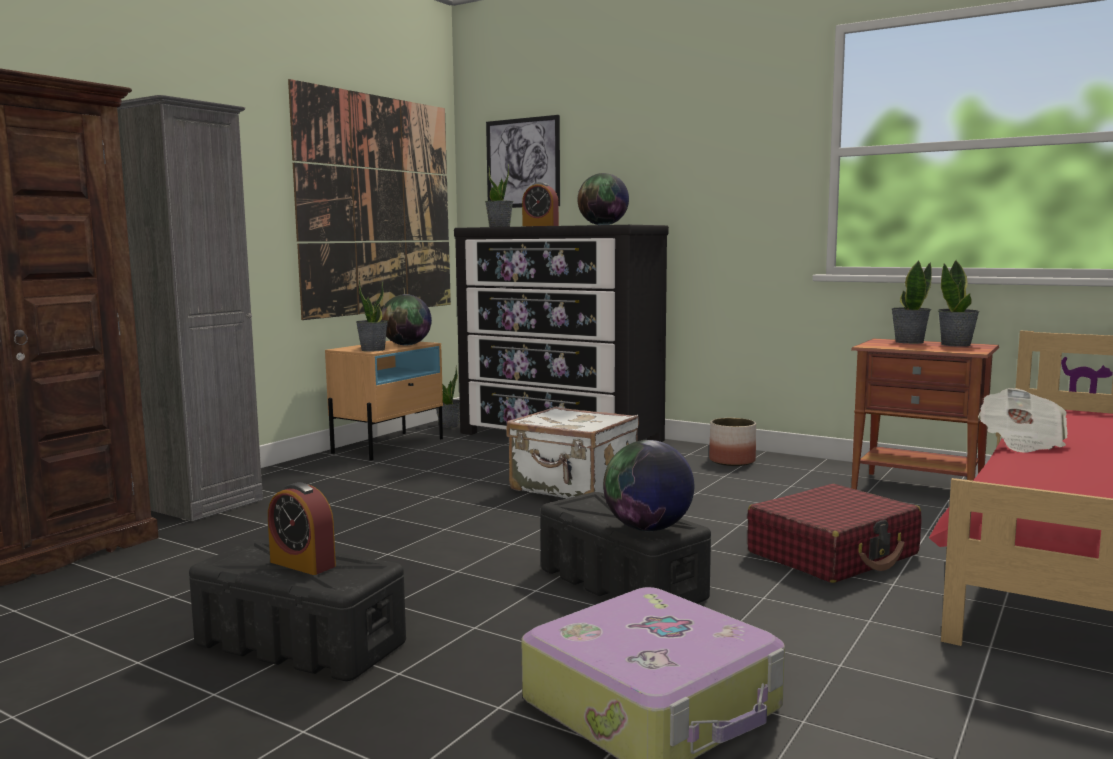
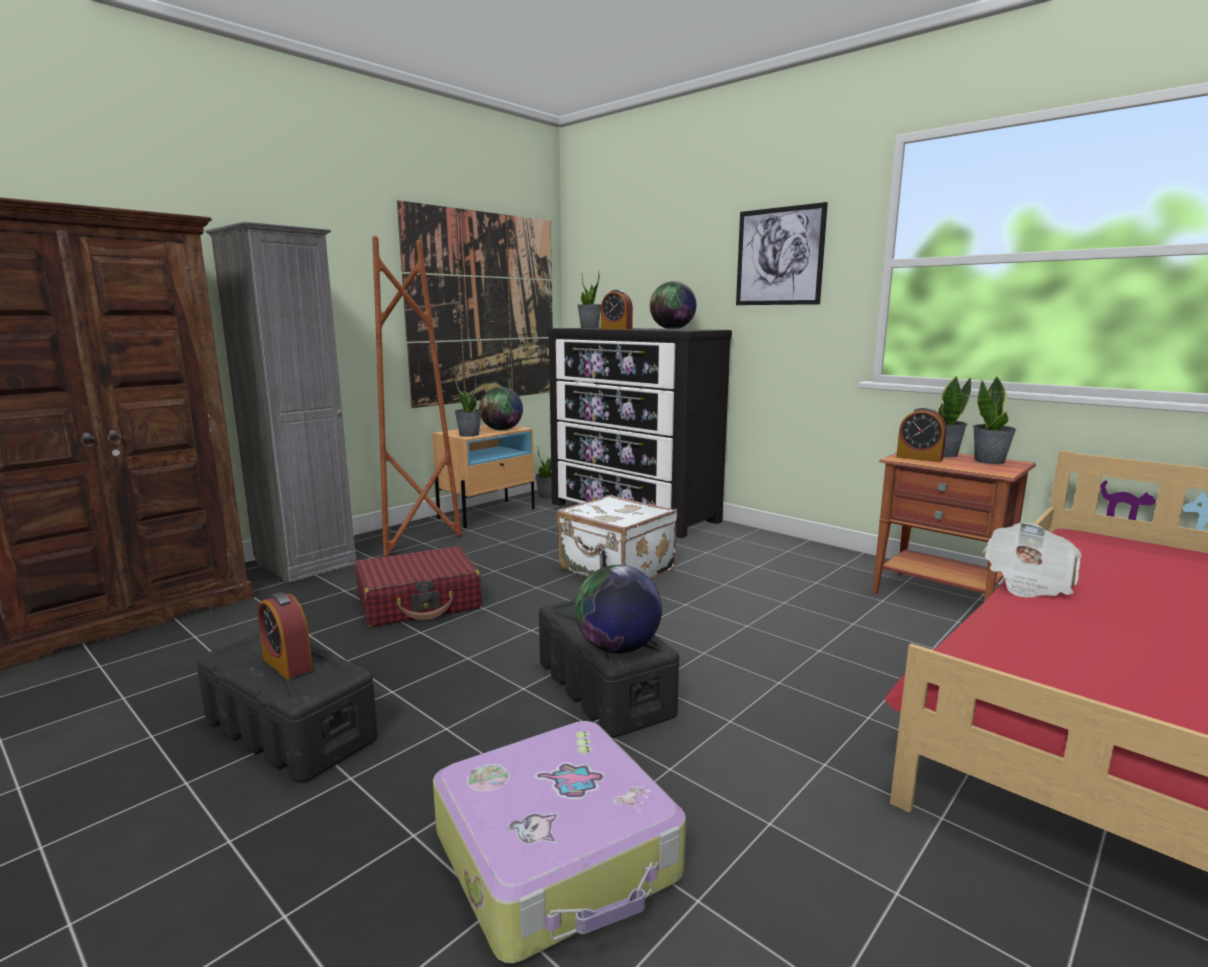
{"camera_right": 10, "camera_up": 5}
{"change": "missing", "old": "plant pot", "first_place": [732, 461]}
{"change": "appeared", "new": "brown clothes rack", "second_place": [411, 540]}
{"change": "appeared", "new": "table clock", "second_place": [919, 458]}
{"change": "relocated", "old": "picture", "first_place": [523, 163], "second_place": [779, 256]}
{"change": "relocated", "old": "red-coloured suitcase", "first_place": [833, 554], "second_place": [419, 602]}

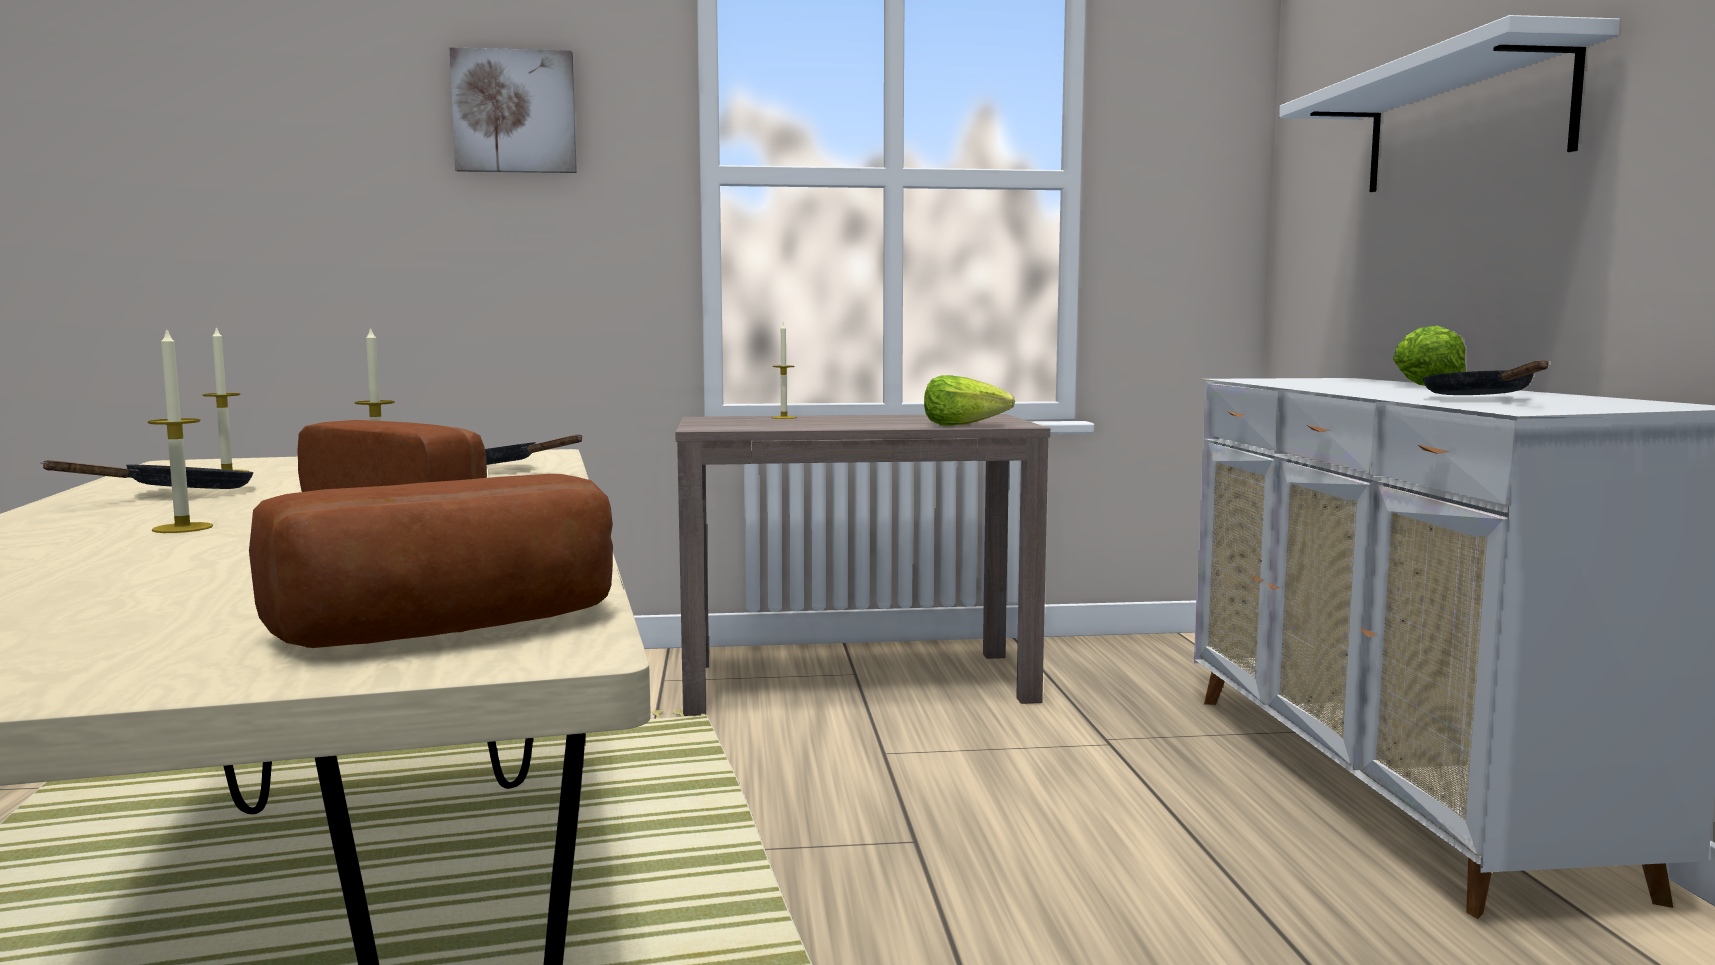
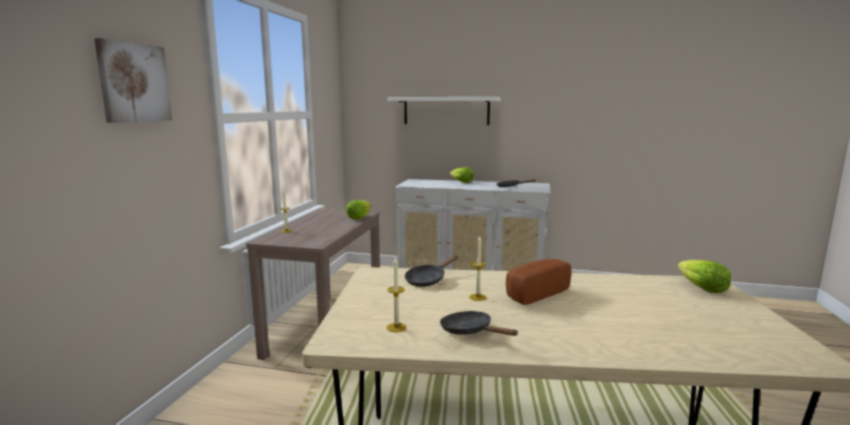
{"camera_right": -70, "camera_up": 5}
{"change": "missing", "old": "candle", "first_place": [182, 528]}
{"change": "exchanged", "old": "bread", "new": "lettuce head", "first_place": [455, 629], "second_place": [701, 288]}

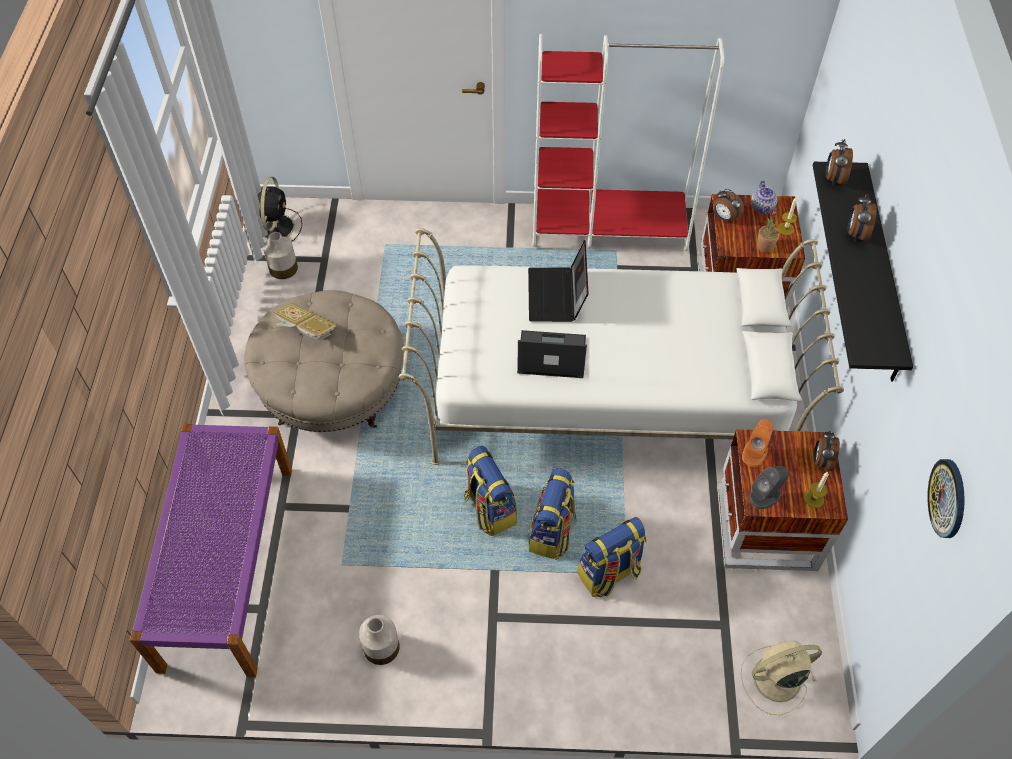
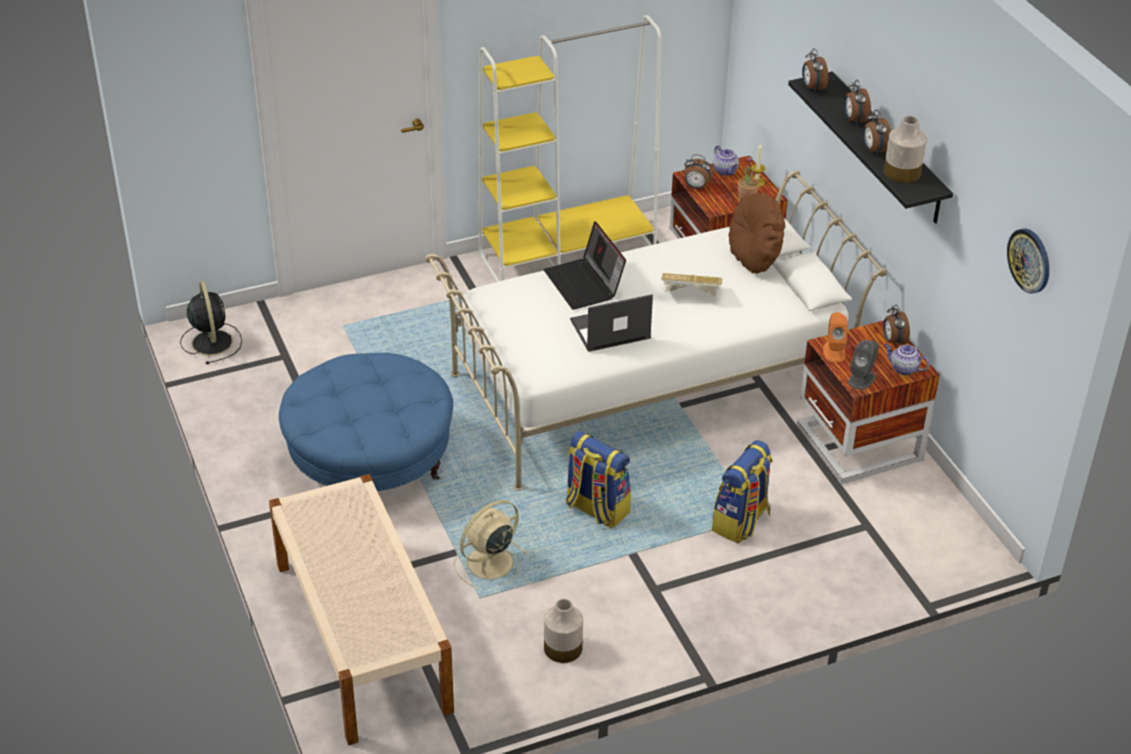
{"camera_right": -25, "camera_up": -15}
{"change": "missing", "old": "knapsack", "first_place": [552, 533]}
{"change": "appeared", "new": "brown pillow", "second_place": [754, 260]}
{"change": "appeared", "new": "table clock", "second_place": [874, 150]}
{"change": "relocated", "old": "beige-coloured decorative vase", "first_place": [283, 268], "second_place": [901, 172]}
{"change": "relocated", "old": "book", "first_place": [306, 331], "second_place": [690, 294]}
{"change": "relocated", "old": "beige-coloured fan", "first_place": [774, 679], "second_place": [488, 564]}
{"change": "exchanged", "old": "candle", "new": "pot for tea", "first_place": [814, 498], "second_place": [903, 369]}
{"change": "colour", "old": "purplish long seat", "new": "beige-coloured long seat", "first_place": [227, 565], "second_place": [360, 636]}
{"change": "colour", "old": "beige-coloured pouffe", "new": "blue pouffe", "first_place": [333, 387], "second_place": [370, 460]}
{"change": "colour", "old": "red-coloured clothes rack", "new": "yellow-coloured clothes rack", "first_place": [609, 231], "second_place": [568, 254]}

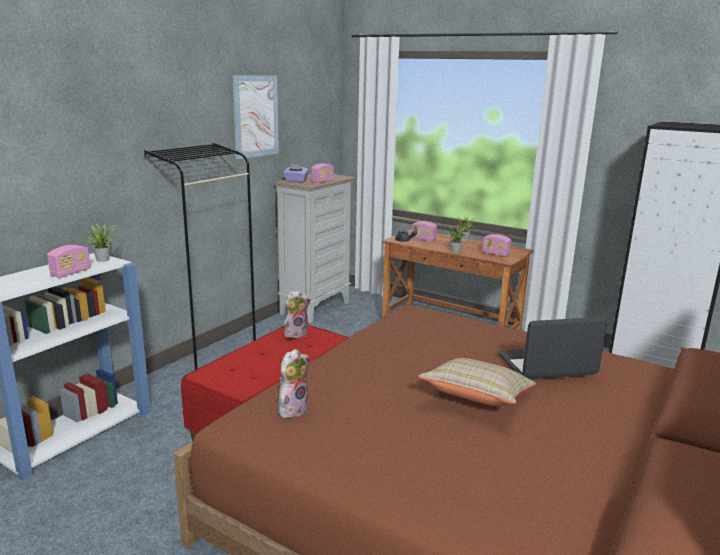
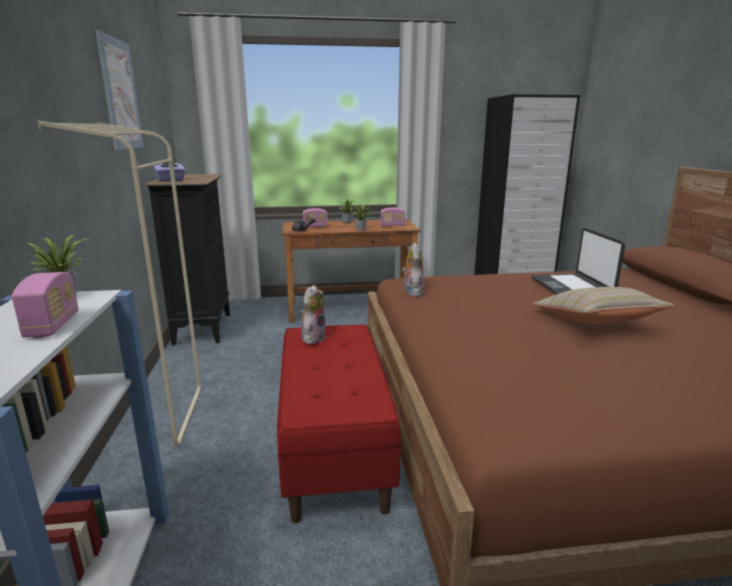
{"camera_right": -40, "camera_up": 0}
{"change": "missing", "old": "radio set", "first_place": [322, 182]}
{"change": "relocated", "old": "soft toy", "first_place": [292, 409], "second_place": [412, 292]}
{"change": "colour", "old": "blackish clothes rack", "new": "beige-coloured clothes rack", "first_place": [212, 359], "second_place": [160, 416]}
{"change": "colour", "old": "white chest of drawers", "new": "blackish chest of drawers", "first_place": [317, 308], "second_place": [204, 328]}
{"change": "spun", "old": "laptop", "first_place": [547, 366], "second_place": [572, 287], "degrees": -45}

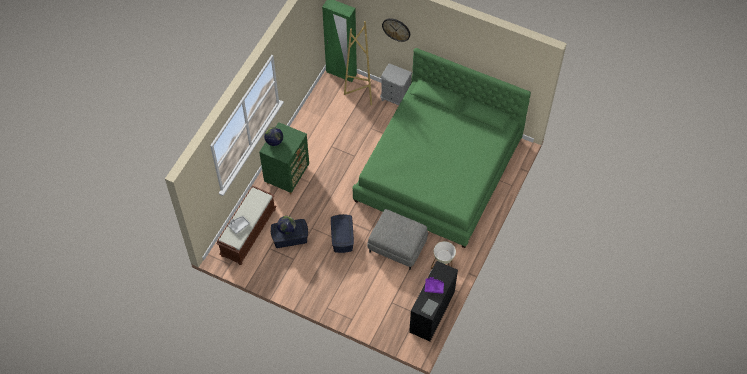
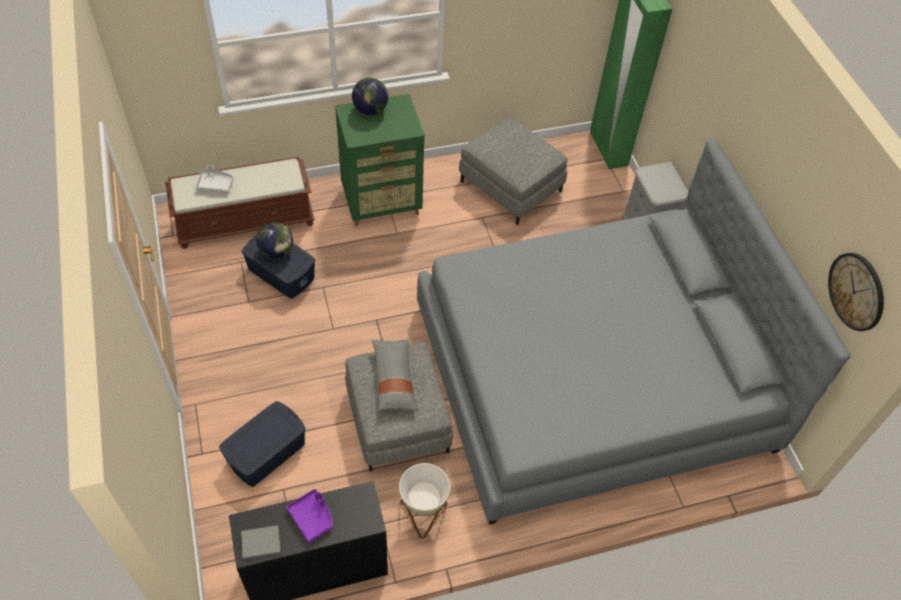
{"camera_right": 45, "camera_up": -5}
{"change": "missing", "old": "yellow-coloured clothes rack", "first_place": [361, 93]}
{"change": "appeared", "new": "gray pillow", "second_place": [394, 379]}
{"change": "appeared", "new": "gray pouffe", "second_place": [511, 186]}
{"change": "relocated", "old": "blue storage container", "first_place": [342, 238], "second_place": [266, 452]}
{"change": "relocated", "old": "hanging clock", "first_place": [396, 29], "second_place": [856, 291]}
{"change": "colour", "old": "green bed", "new": "gray bed", "first_place": [438, 169], "second_place": [591, 376]}

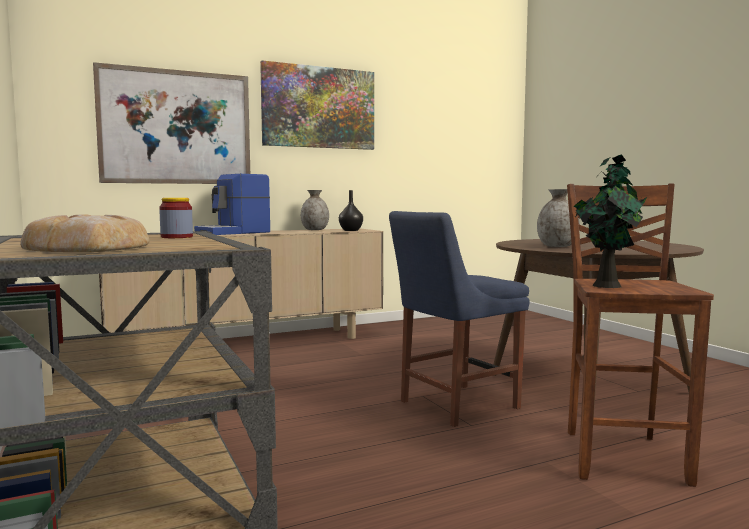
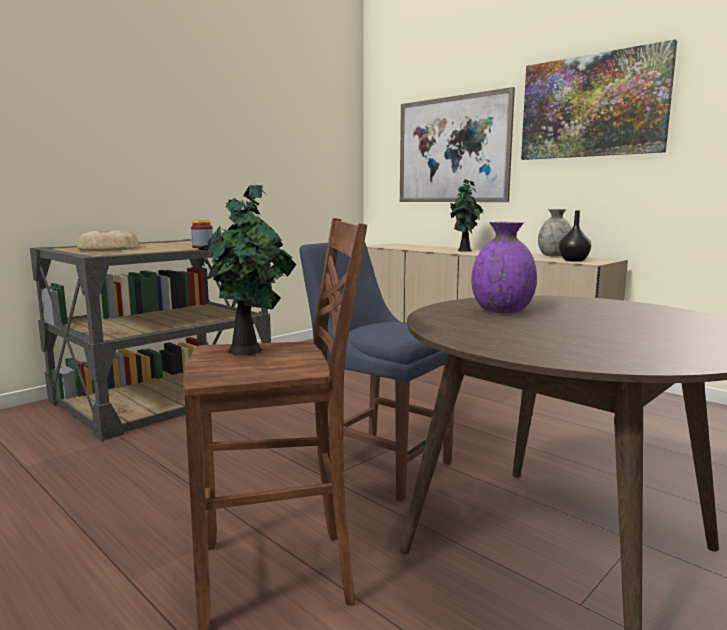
{"camera_right": 70, "camera_up": 5}
{"change": "exchanged", "old": "coffee maker", "new": "potted plant", "first_place": [234, 232], "second_place": [465, 251]}
{"change": "colour", "old": "gray decorative vase", "new": "purplish decorative vase", "first_place": [557, 246], "second_place": [501, 311]}

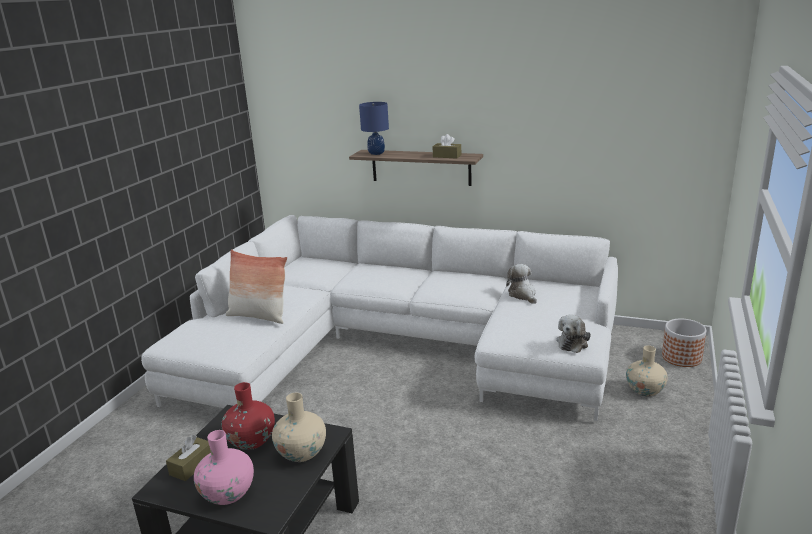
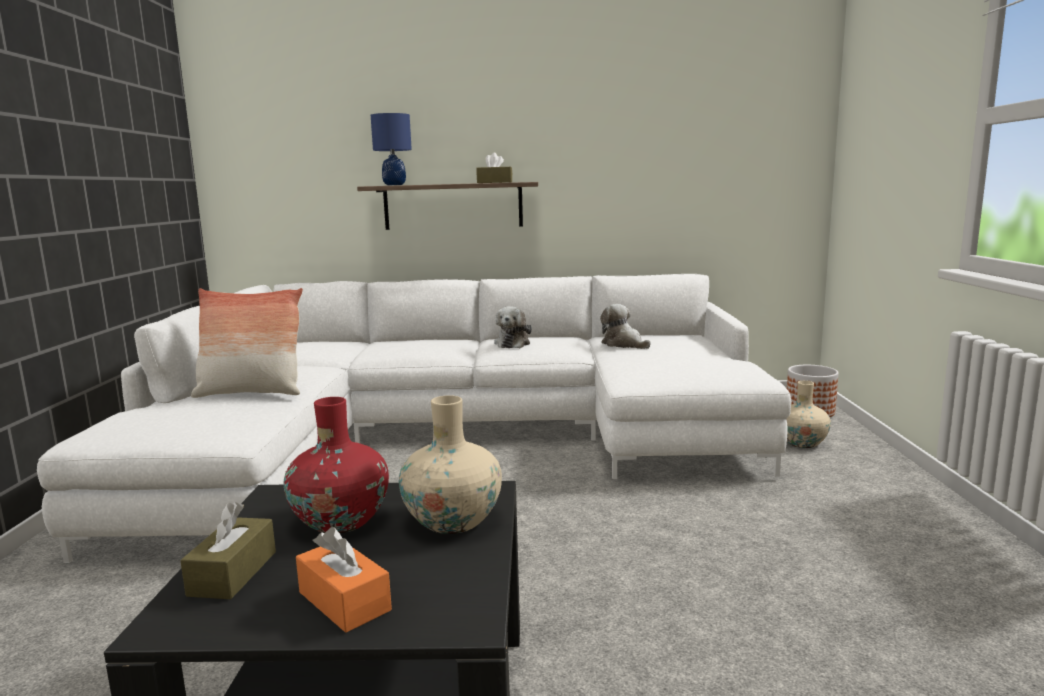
{"camera_right": -20, "camera_up": -10}
{"change": "relocated", "old": "soft toy", "first_place": [573, 342], "second_place": [513, 343]}
{"change": "exchanged", "old": "pink decorative vase", "new": "orangey box of tissues", "first_place": [228, 494], "second_place": [344, 601]}

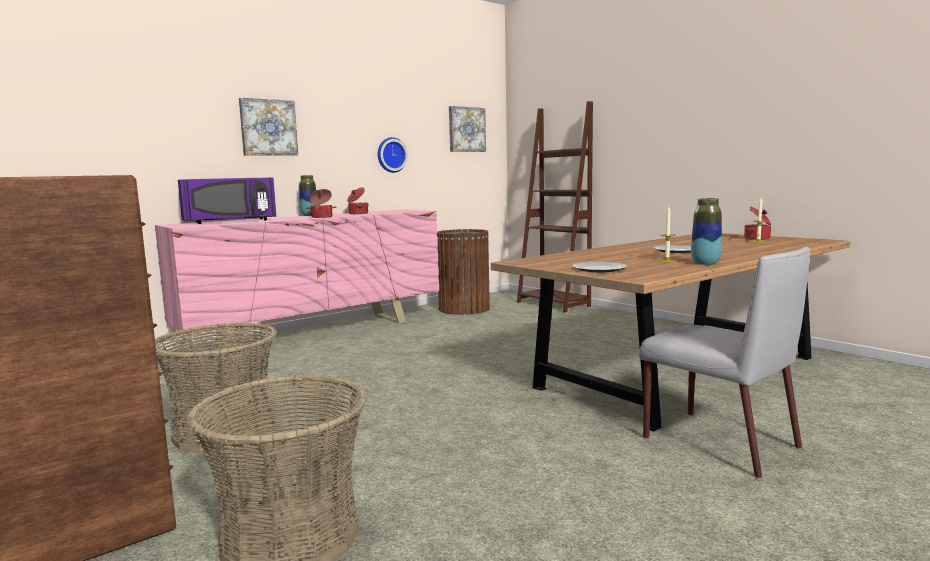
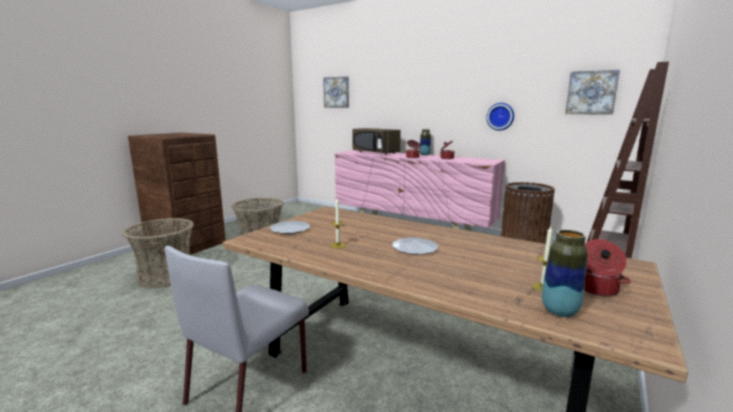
{"camera_right": 70, "camera_up": 5}
{"change": "relocated", "old": "picture", "first_place": [268, 127], "second_place": [336, 92]}
{"change": "relocated", "old": "decorative vase", "first_place": [705, 263], "second_place": [559, 311]}
{"change": "colour", "old": "purplish microwave", "new": "brown microwave", "first_place": [230, 221], "second_place": [374, 152]}

